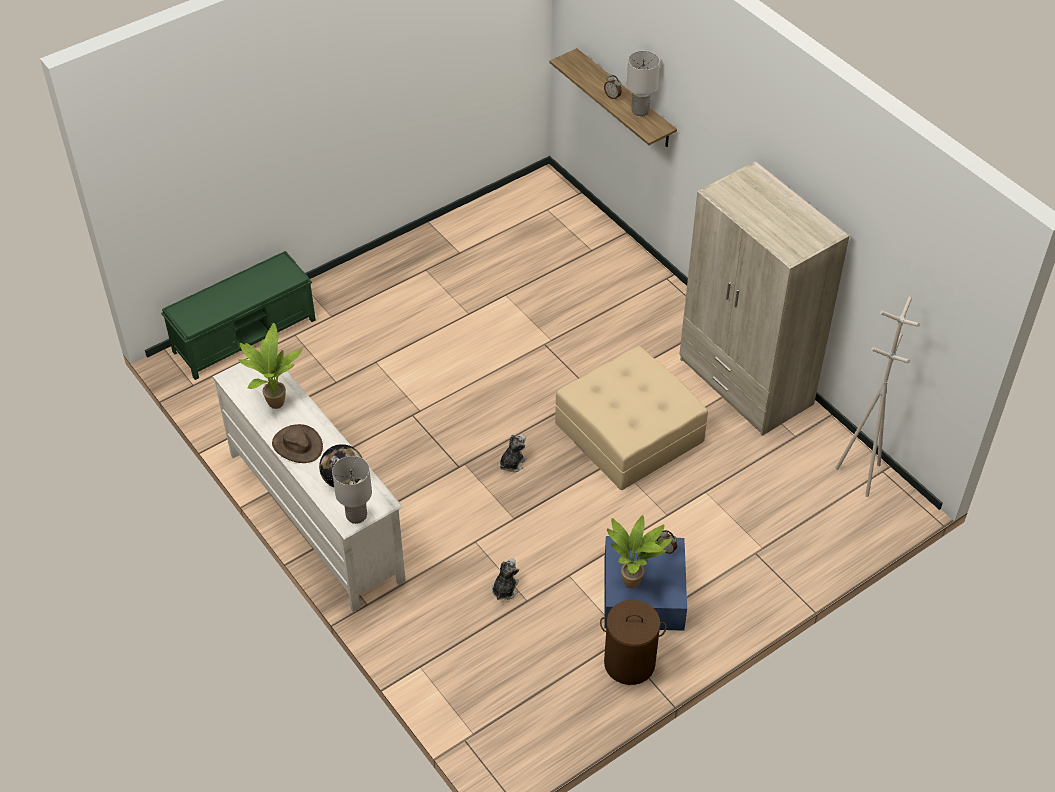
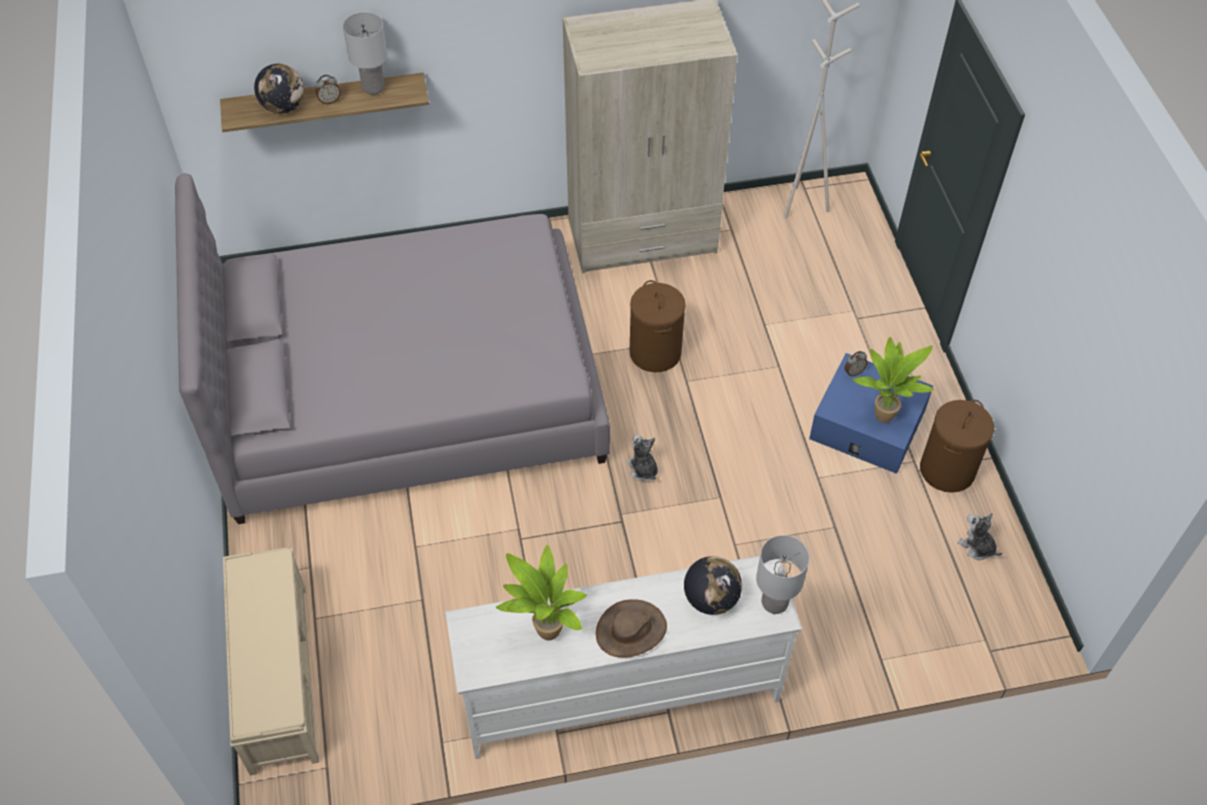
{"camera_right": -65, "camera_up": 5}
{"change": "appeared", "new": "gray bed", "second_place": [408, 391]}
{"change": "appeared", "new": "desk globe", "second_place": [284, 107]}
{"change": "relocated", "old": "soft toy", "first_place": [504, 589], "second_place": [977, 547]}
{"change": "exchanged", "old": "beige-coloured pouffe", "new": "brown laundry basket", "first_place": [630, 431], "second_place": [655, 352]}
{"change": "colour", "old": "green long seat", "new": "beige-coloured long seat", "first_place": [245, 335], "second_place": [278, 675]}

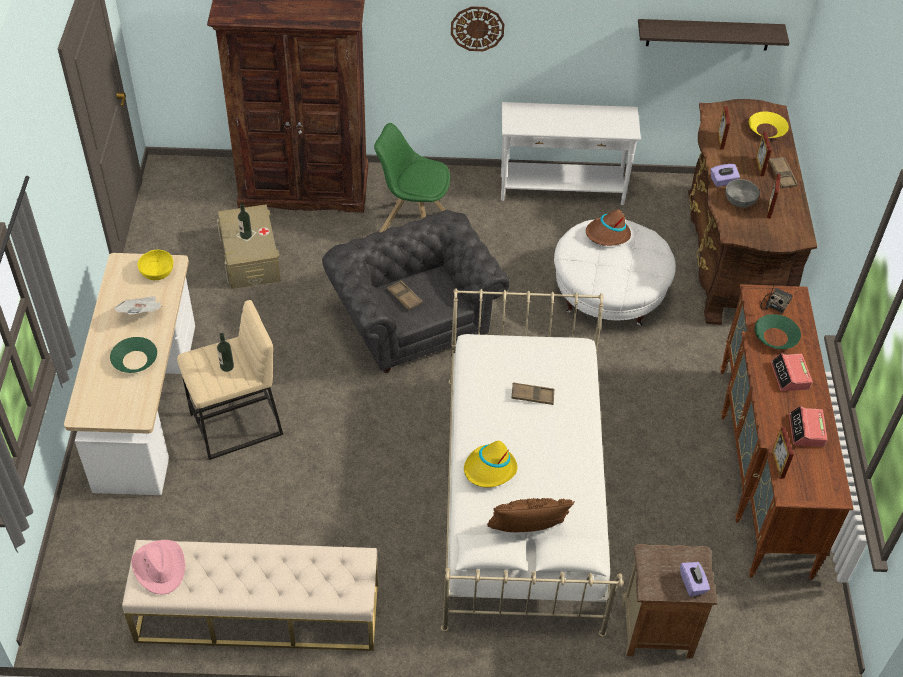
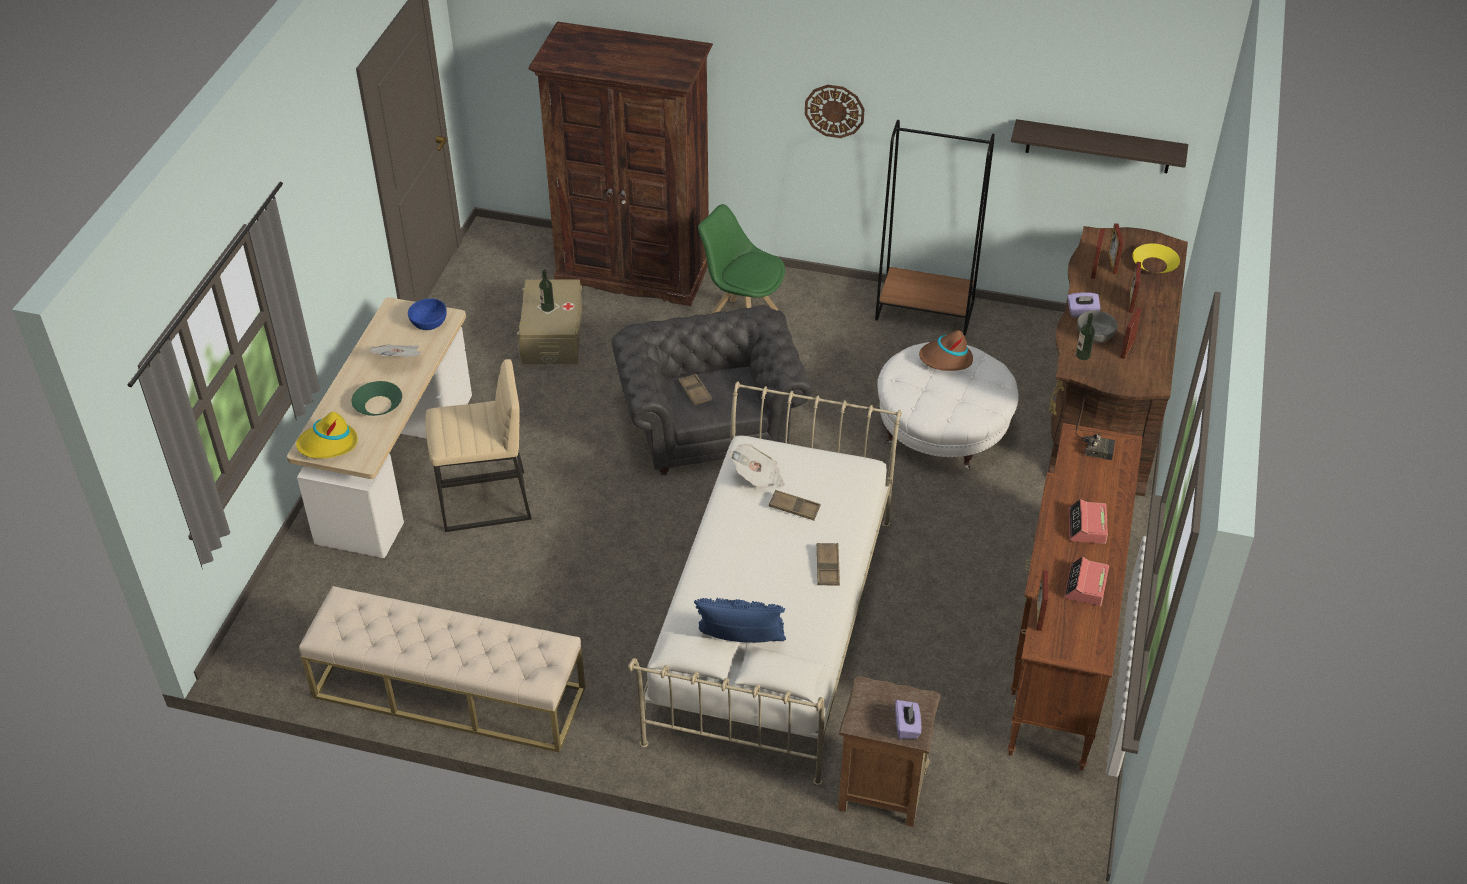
{"camera_right": 15, "camera_up": -5}
{"change": "missing", "old": "pink clothing hat", "first_place": [160, 567]}
{"change": "missing", "old": "green serving bowl", "first_place": [775, 337]}
{"change": "appeared", "new": "newspaper", "second_place": [758, 477]}
{"change": "appeared", "new": "picture frame", "second_place": [1112, 264]}
{"change": "relocated", "old": "drink bottle", "first_place": [227, 366], "second_place": [1083, 355]}
{"change": "relocated", "old": "yellow-coloured clothing hat", "first_place": [489, 469], "second_place": [328, 444]}
{"change": "relocated", "old": "brown carrying tray", "first_place": [782, 174], "second_place": [827, 567]}
{"change": "exchanged", "old": "white hall table", "new": "clothes rack", "first_place": [562, 189], "second_place": [924, 312]}
{"change": "colour", "old": "yellow-coloured serving bowl", "new": "blue serving bowl", "first_place": [157, 272], "second_place": [429, 322]}
{"change": "colour", "old": "brown pillow", "new": "blue pillow", "first_place": [527, 533], "second_place": [740, 645]}
{"change": "spun", "old": "radio set", "first_place": [775, 303], "second_place": [1097, 449], "degrees": 60}

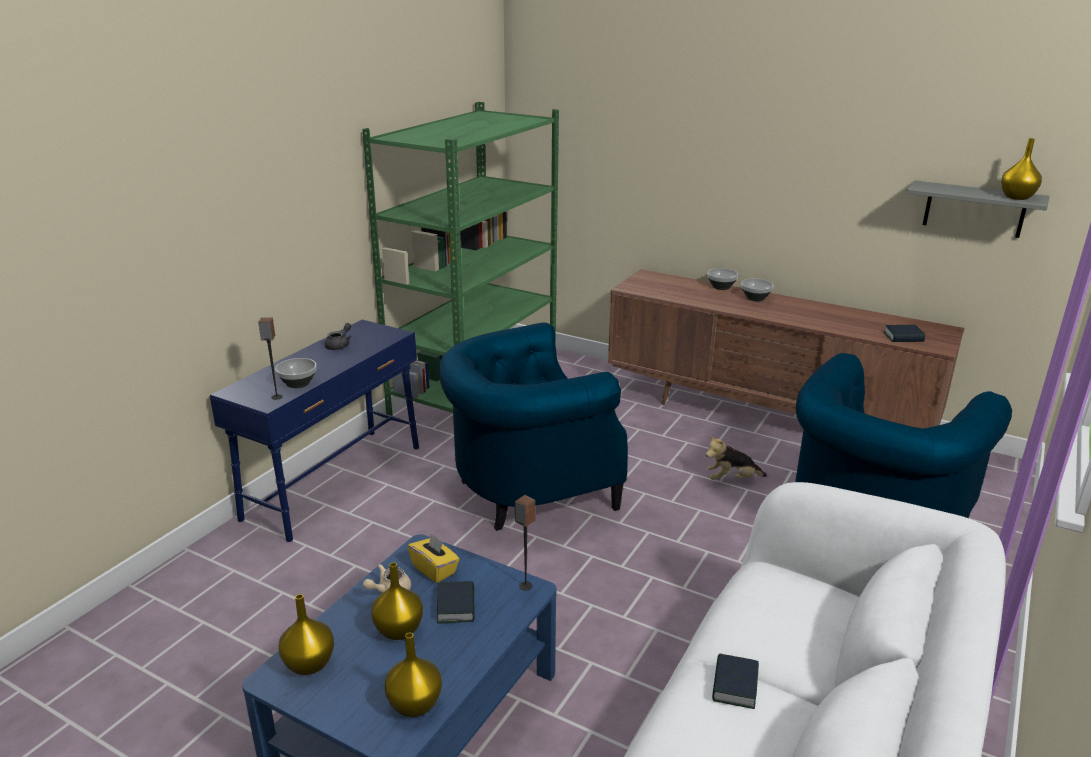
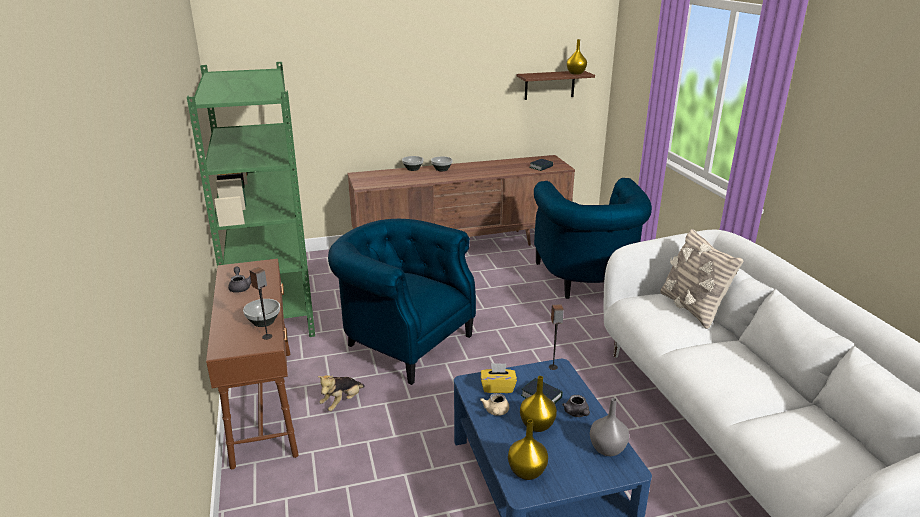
{"camera_right": -45, "camera_up": 0}
{"change": "missing", "old": "book", "first_place": [734, 685]}
{"change": "appeared", "new": "gray pot for tea", "second_place": [577, 414]}
{"change": "appeared", "new": "beige-coloured pillow", "second_place": [691, 309]}
{"change": "relocated", "old": "soft toy", "first_place": [732, 479], "second_place": [342, 402]}
{"change": "colour", "old": "blue hall table", "new": "brown hall table", "first_place": [336, 482], "second_place": [265, 404]}
{"change": "colour", "old": "yellow-coloured decorative vase", "new": "gray decorative vase", "first_place": [414, 704], "second_place": [606, 449]}
{"change": "colour", "old": "gray wall shelf", "new": "brown wall shelf", "first_place": [974, 209], "second_place": [549, 85]}
{"change": "spun", "old": "blue easy chair", "first_place": [529, 491], "second_place": [402, 342], "degrees": 105}

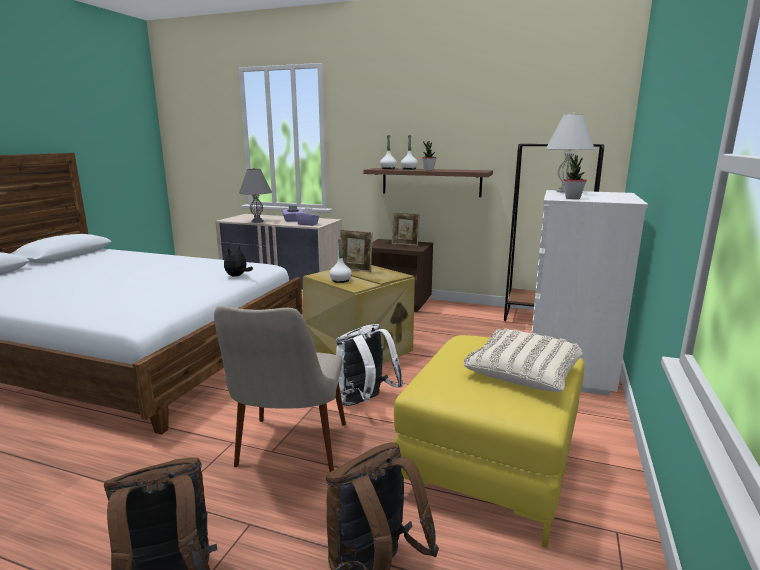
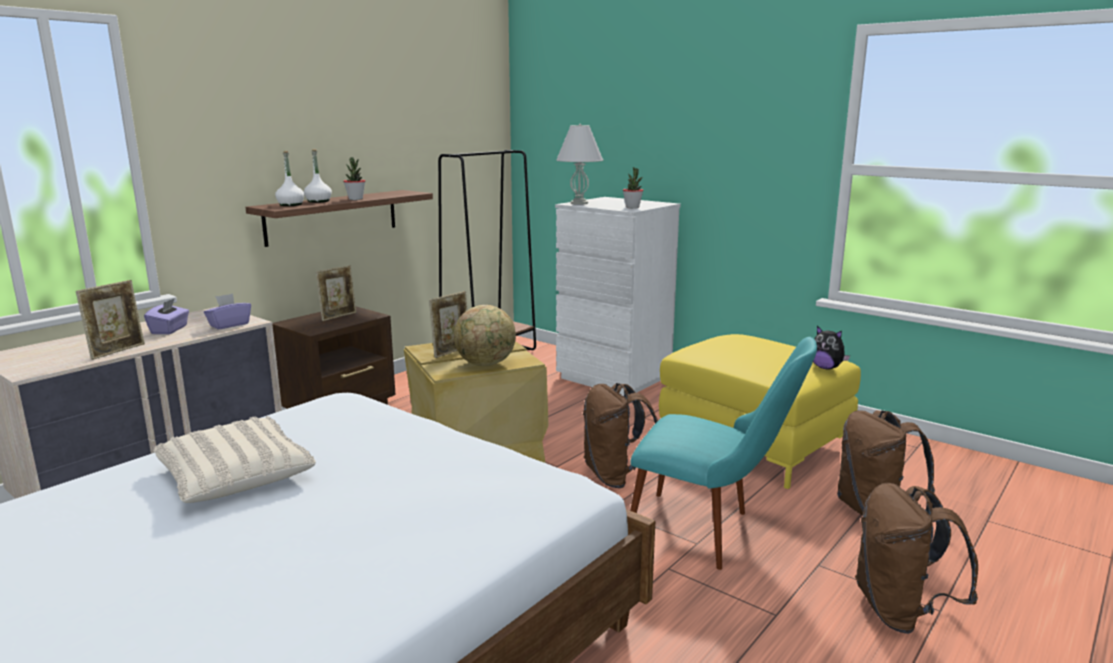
{"camera_right": -70, "camera_up": 0}
{"change": "relocated", "old": "soft toy", "first_place": [237, 276], "second_place": [826, 368]}
{"change": "relocated", "old": "beige-coloured pillow", "first_place": [523, 370], "second_place": [235, 474]}
{"change": "exchanged", "old": "gray tabletop lamp", "new": "picture frame", "first_place": [257, 221], "second_place": [117, 351]}
{"change": "exchanged", "old": "white drink bottle", "new": "desk globe", "first_place": [340, 280], "second_place": [486, 364]}
{"change": "colour", "old": "beige-coloured plain chair", "new": "turquoise-coloured plain chair", "first_place": [288, 456], "second_place": [710, 534]}
{"change": "colour", "old": "white knapsack", "new": "brown knapsack", "first_place": [365, 402], "second_place": [616, 477]}

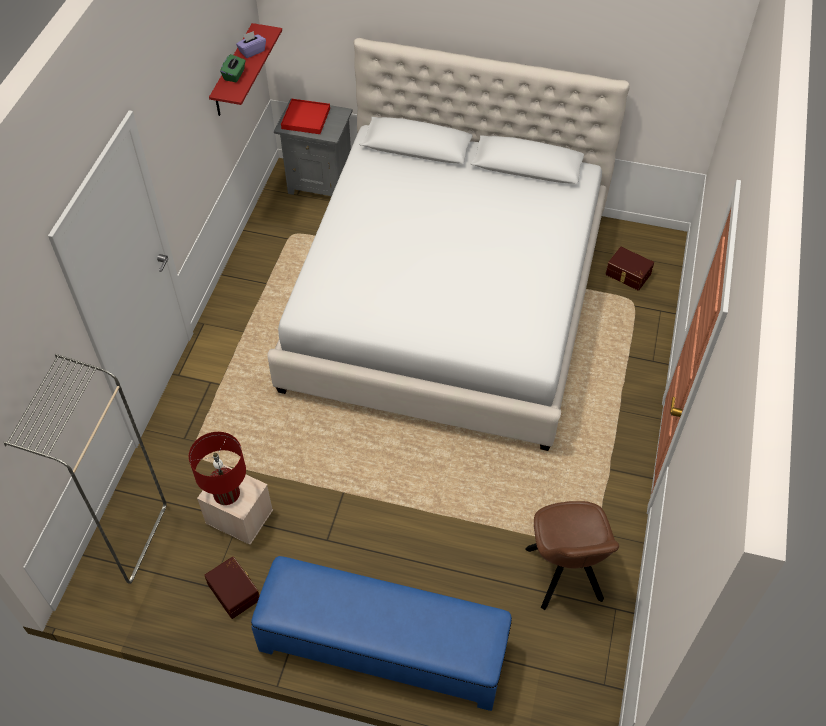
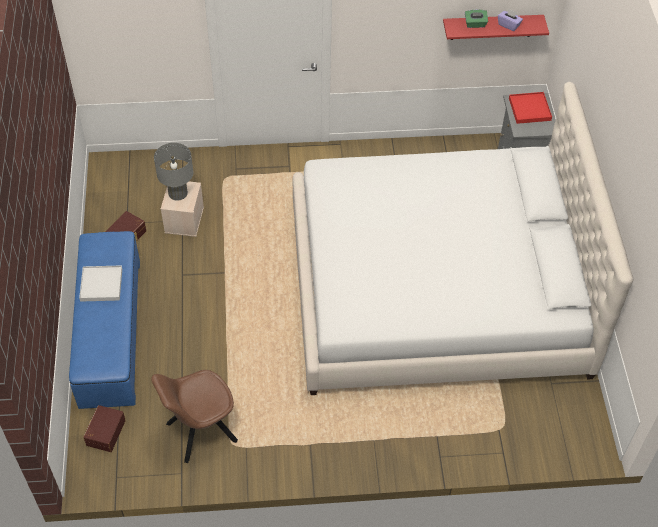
{"camera_right": 70, "camera_up": 0}
{"change": "missing", "old": "gray clothes rack", "first_place": [125, 537]}
{"change": "appeared", "new": "white carrying tray", "second_place": [101, 285]}
{"change": "relocated", "old": "brown storage container", "first_place": [627, 275], "second_place": [104, 432]}
{"change": "colour", "old": "red-coloured tabletop lamp", "new": "gray tabletop lamp", "first_place": [226, 493], "second_place": [177, 193]}

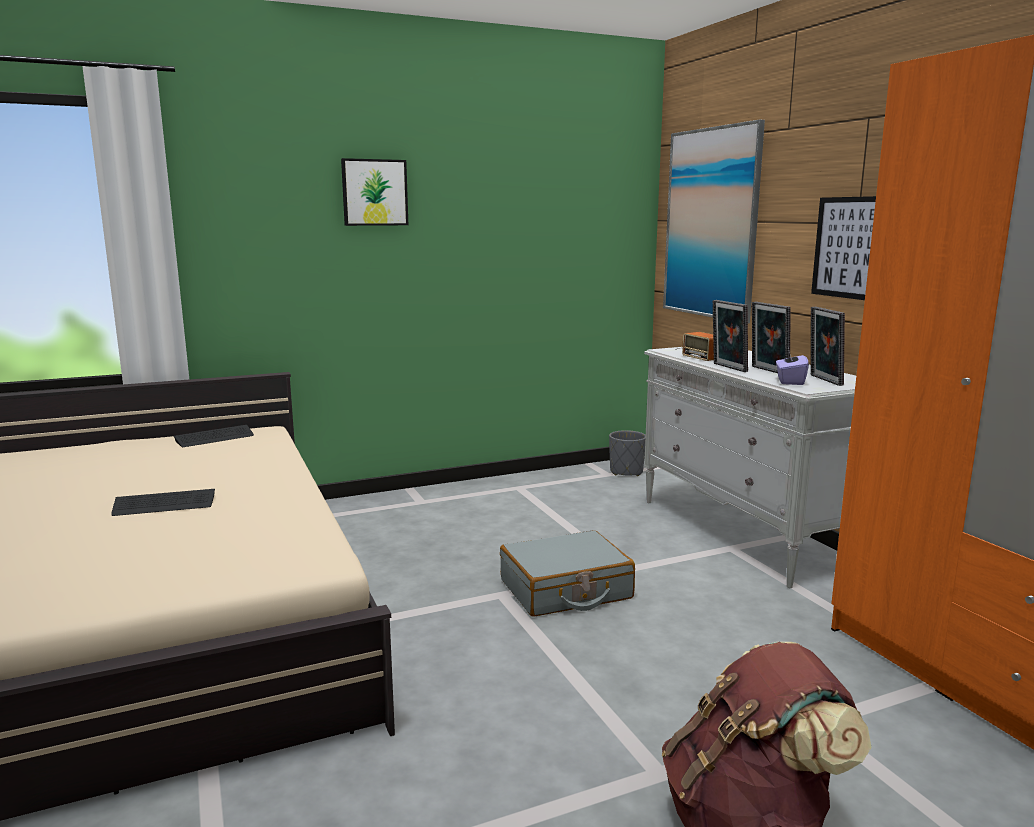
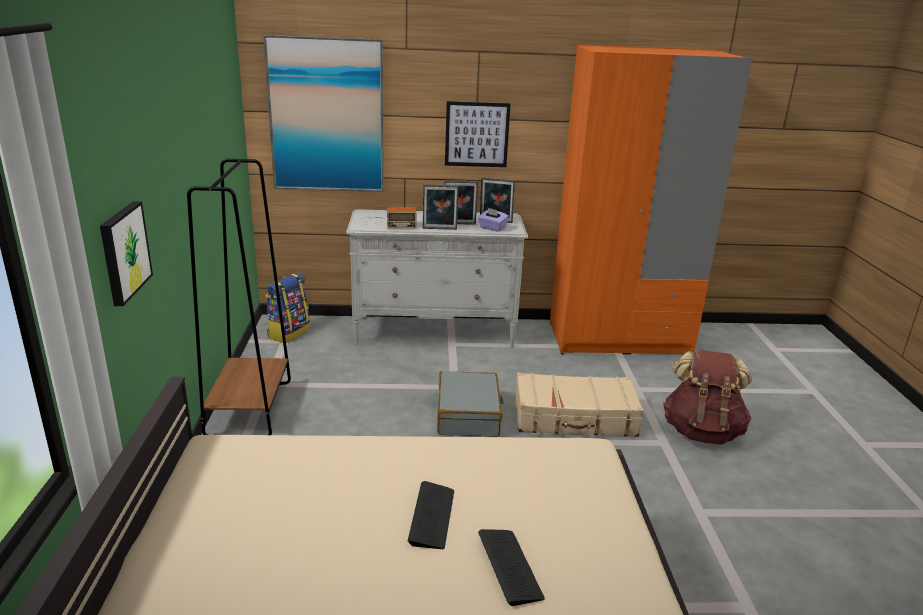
{"camera_right": -70, "camera_up": 10}
{"change": "appeared", "new": "clothes rack", "second_place": [250, 409]}
{"change": "appeared", "new": "beige-coloured suitcase", "second_place": [575, 418]}
{"change": "relocated", "old": "PC keyboard", "first_place": [215, 438], "second_place": [509, 566]}
{"change": "relocated", "old": "picture", "first_place": [374, 192], "second_place": [123, 252]}
{"change": "exchanged", "old": "gray plant pot", "new": "knapsack", "first_place": [626, 472], "second_place": [288, 333]}

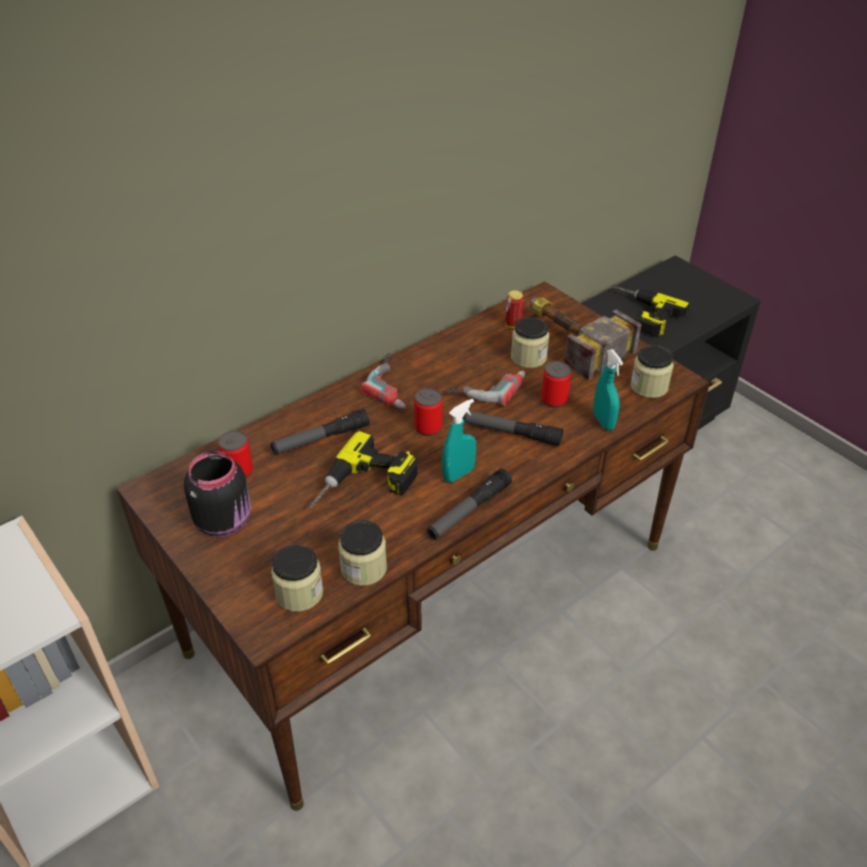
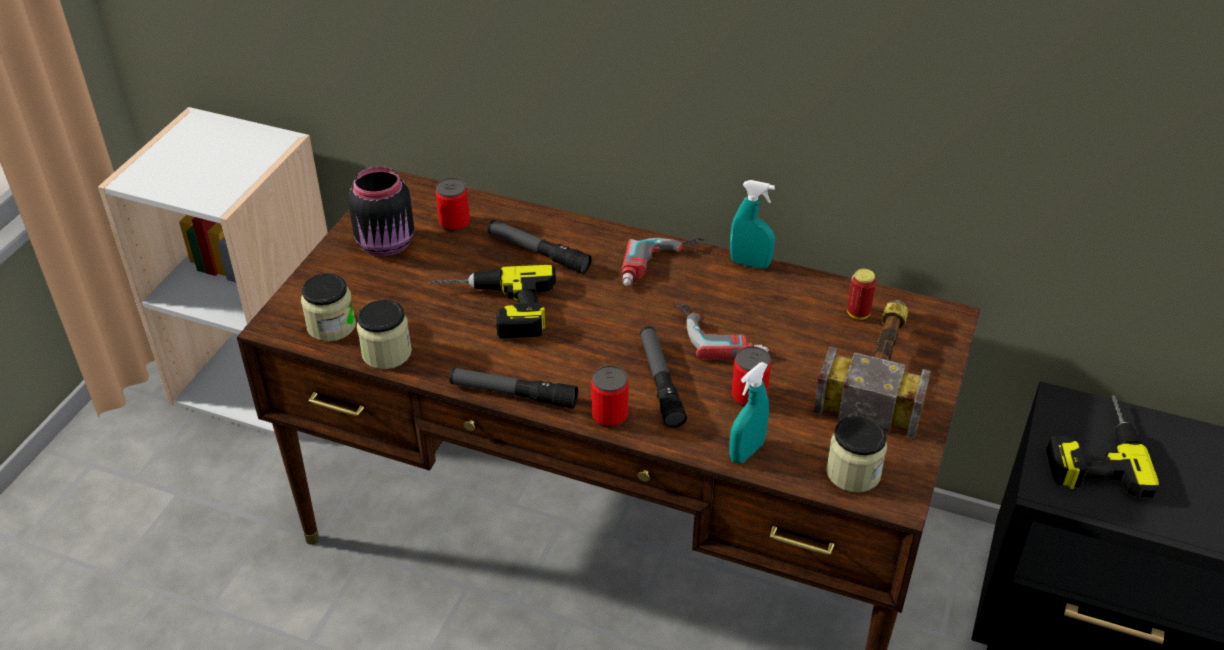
{"camera_right": 60, "camera_up": 0}
{"change": "missing", "old": "storage jar", "first_place": [528, 357]}
{"change": "relocated", "old": "metal can", "first_place": [428, 427], "second_place": [610, 416]}
{"change": "relocated", "old": "turquoise-coloured spray bottle", "first_place": [458, 474], "second_place": [750, 263]}

